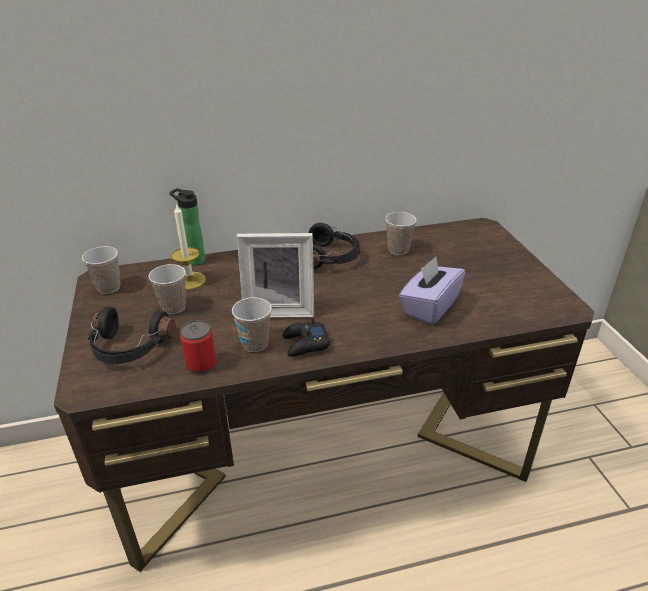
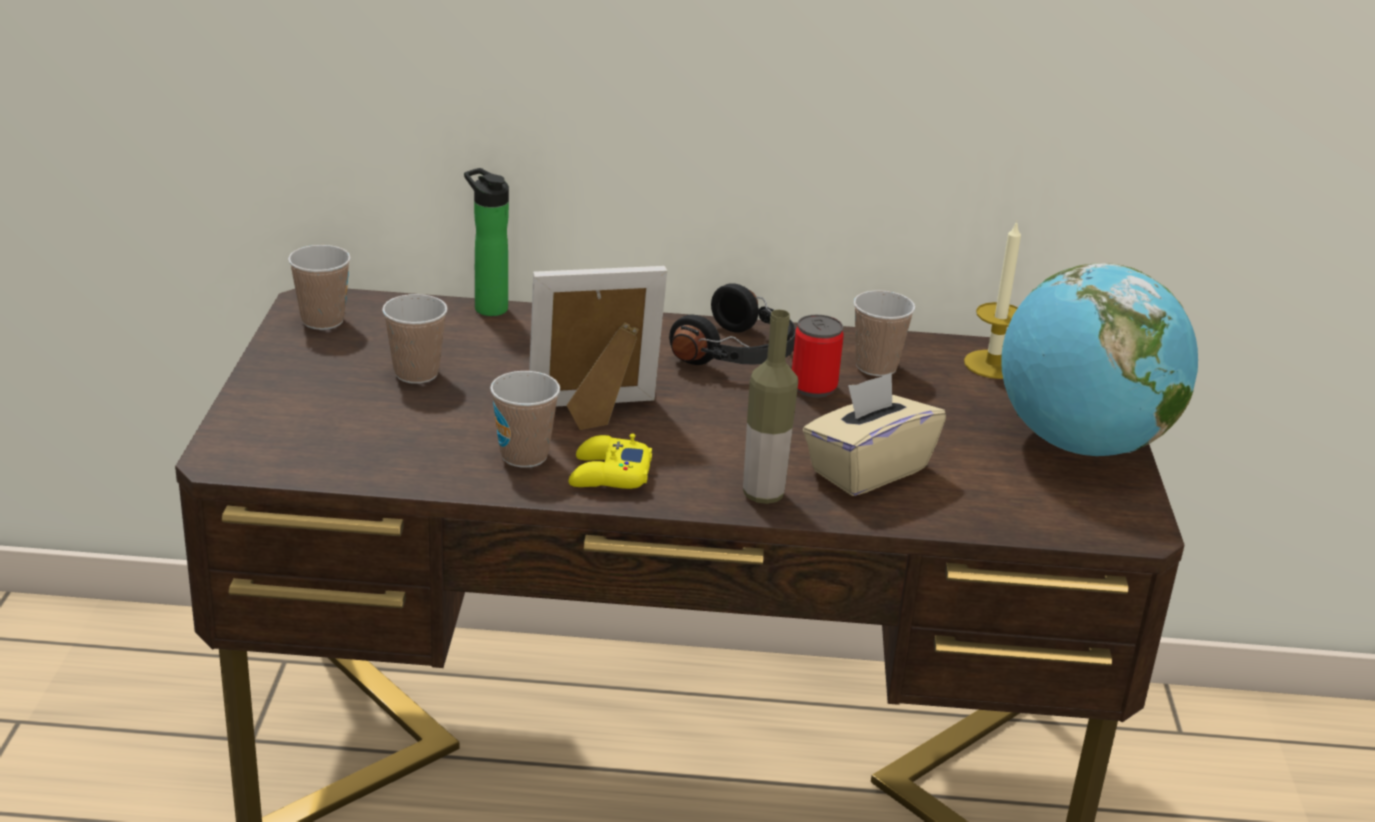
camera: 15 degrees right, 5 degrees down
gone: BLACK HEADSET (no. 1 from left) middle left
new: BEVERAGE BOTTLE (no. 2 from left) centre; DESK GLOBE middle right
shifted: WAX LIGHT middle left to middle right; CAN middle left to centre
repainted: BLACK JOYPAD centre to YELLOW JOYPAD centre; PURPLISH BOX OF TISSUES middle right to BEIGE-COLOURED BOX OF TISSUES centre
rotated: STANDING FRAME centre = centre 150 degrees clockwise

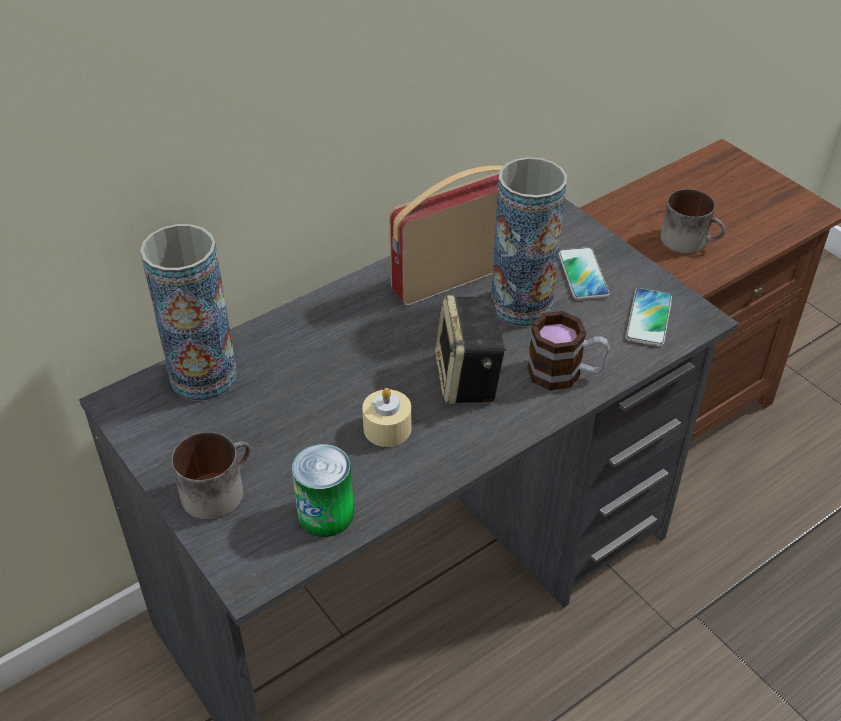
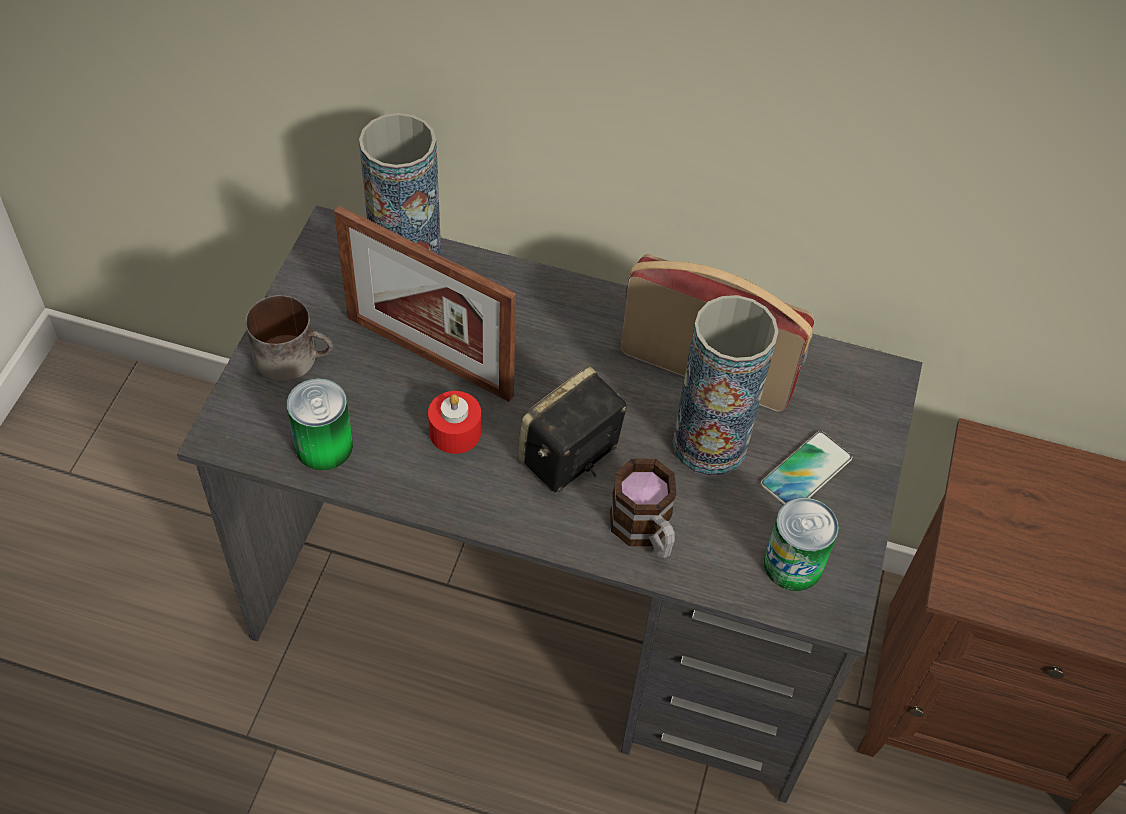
camera: 50 degrees right, 10 degrees up
gone: TEA MUG (no. 3 from left) top right
new: STANDING FRAME centre
swapped: HANDSET (no. 2 from left) middle right to CAN (no. 2 from left) bottom right
repainted: BEIGE-COLOURED WAX LIGHT centre to REDDISH WAX LIGHT centre

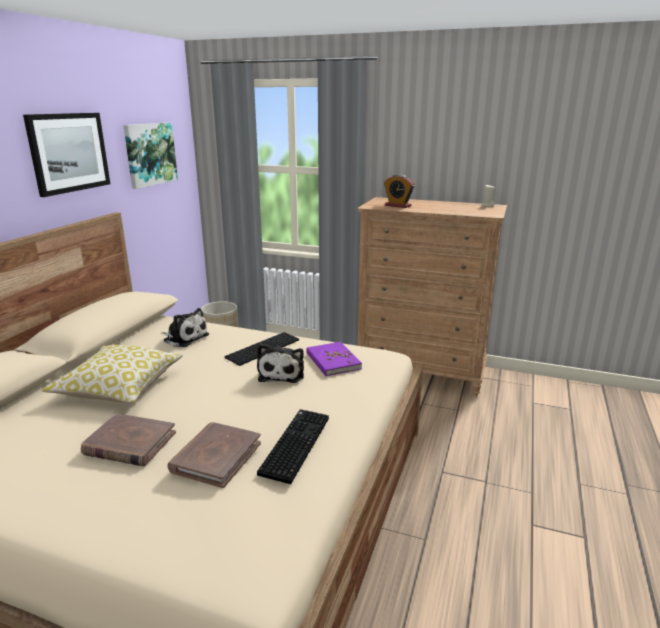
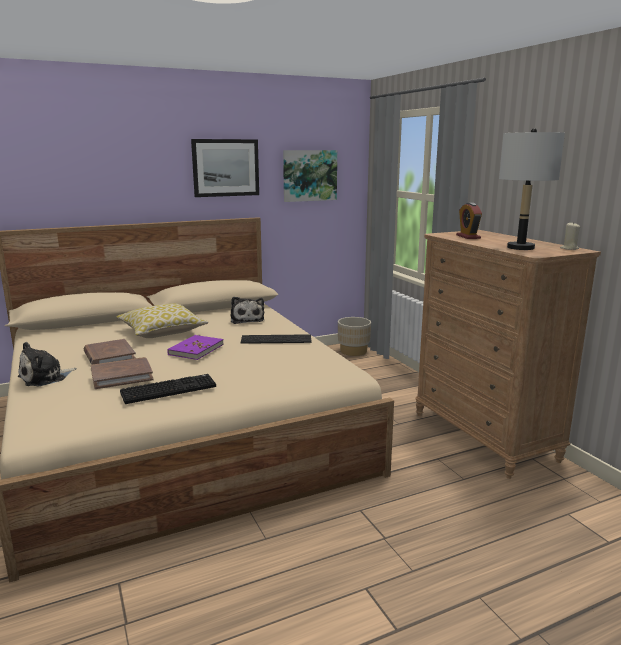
camera: 45 degrees right, 5 degrees down
new: GREY TABLE LAMP top right
shifted: PLUSH TOY (no. 2 from left in the first image) centre to PLUSH TOY (no. 1 from left) middle left; PURPLISH BOOK centre to middle left

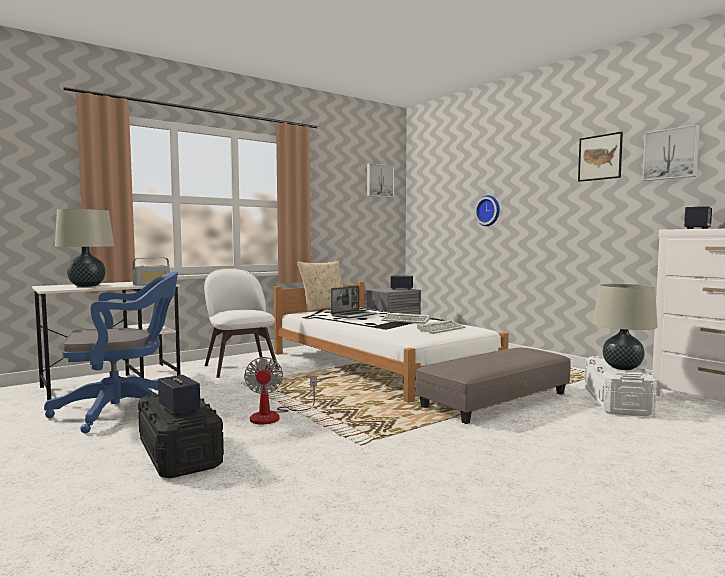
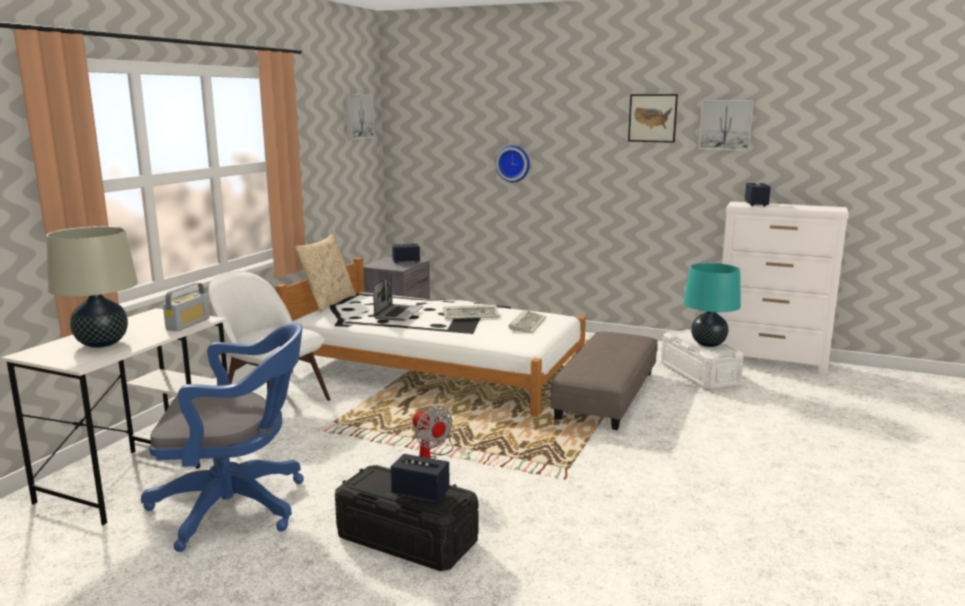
camera: 30 degrees left, 10 degrees up
repainted: BEIGE-COLOURED TABLE LAMP (no. 2 from left) middle right to BLUE-GREEN TABLE LAMP middle right
rotated: BLUISH DESK CHAIR middle left = bottom left 45 degrees clockwise

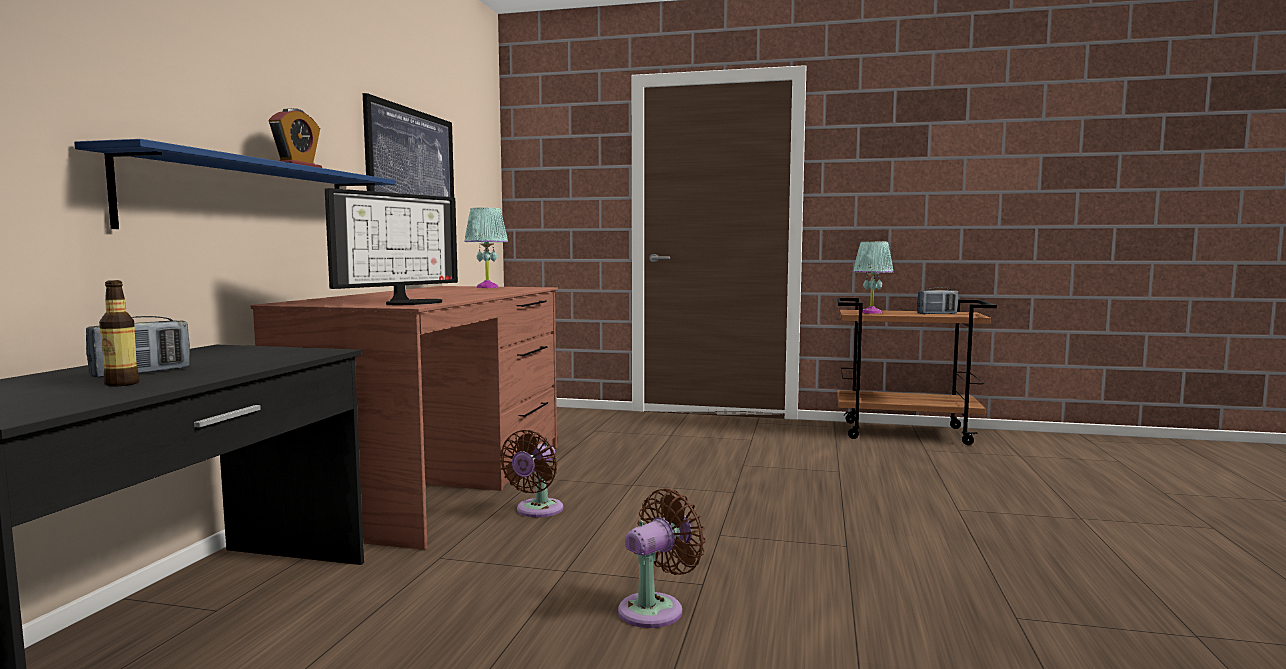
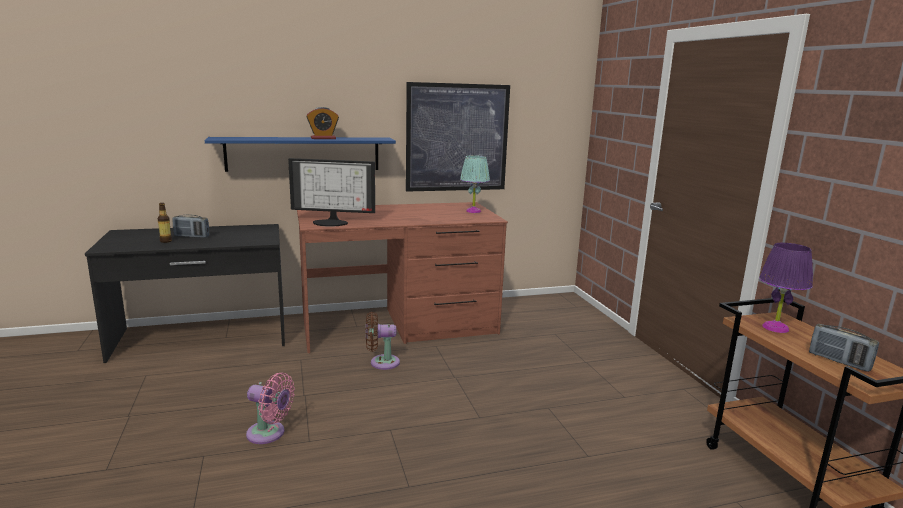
camera: 60 degrees right, 10 degrees up
repainted: BROWN FAN (no. 2 from left) bottom centre to PINK-COLOURED FAN bottom left; BLUE-GREEN TABLE LAMP (no. 2 from left) middle right to PURPLISH TABLE LAMP middle right

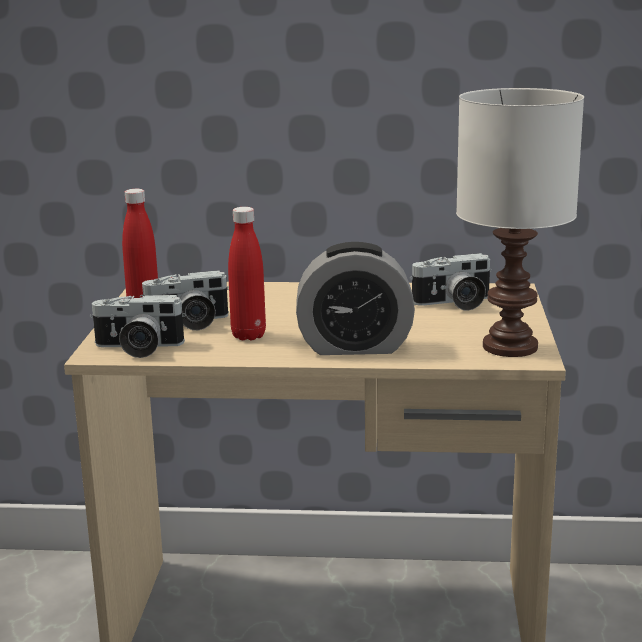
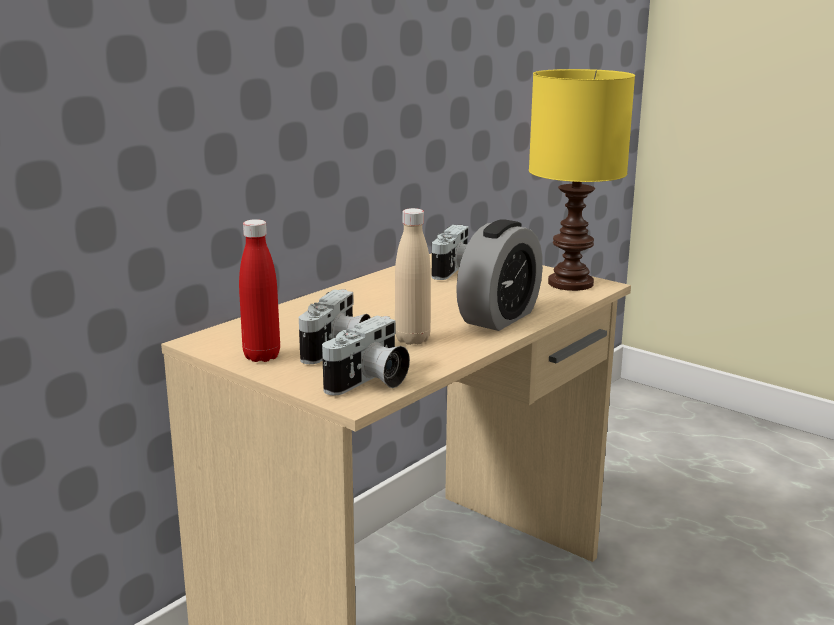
camera: 55 degrees left, 0 degrees up
repainted: REDDISH BEVERAGE BOTTLE (no. 2 from left) centre to BEIGE-COLOURED BEVERAGE BOTTLE centre; WHITISH TABLE LAMP middle right to YELLOW TABLE LAMP top right

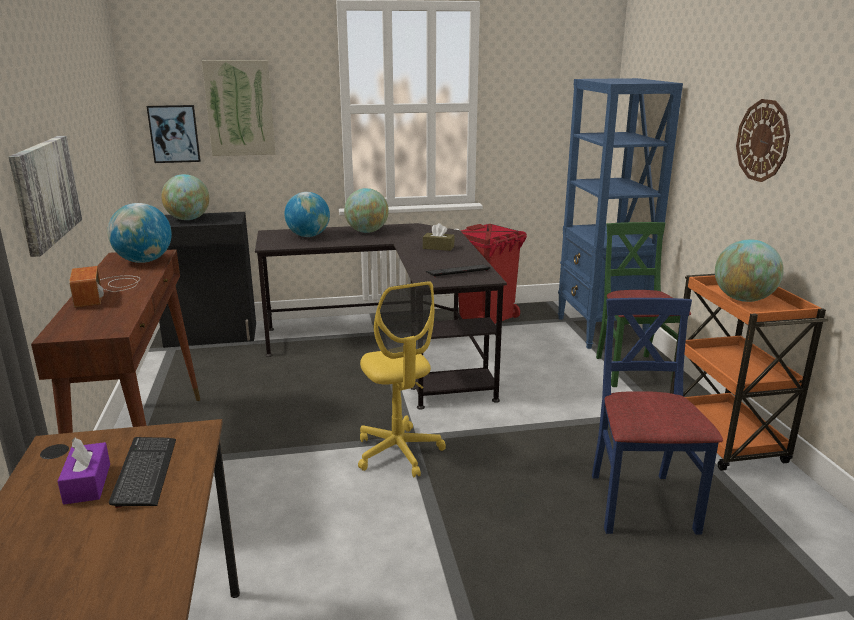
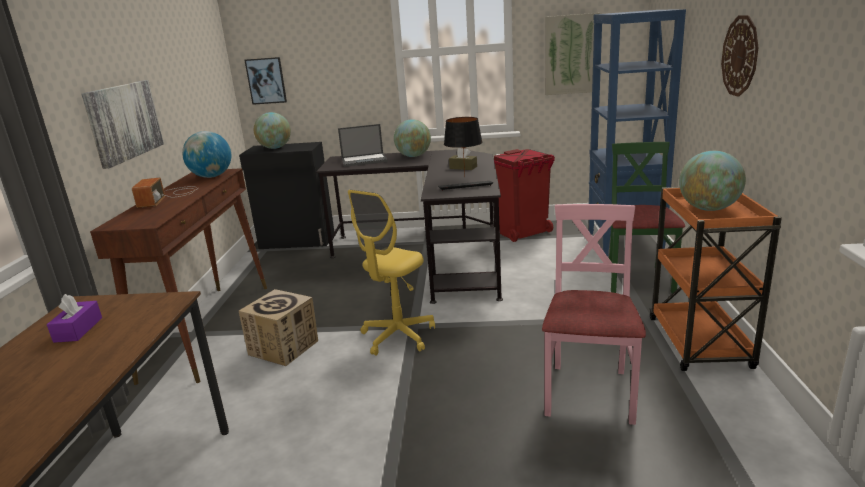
camera: 15 degrees right, 0 degrees up
gone: KEYBOARD (no. 1 from left) bottom left
new: PACKING BOX bottom left; BLACK TABLE LAMP top centre
shifted: PICTURE (no. 3 from left) top left to top centre
swapped: DESK GLOBE (no. 3 from left) centre to NOTEBOOK COMPUTER top centre
repainted: BLUISH PLAIN CHAIR bottom right to PINK-COLOURED PLAIN CHAIR middle right
rotated: YELLOW DESK CHAIR centre = centre 45 degrees clockwise

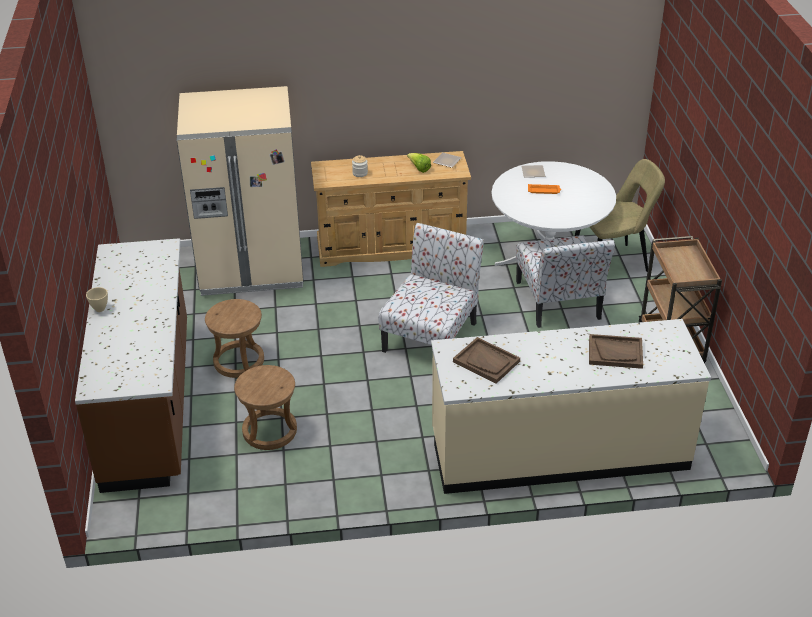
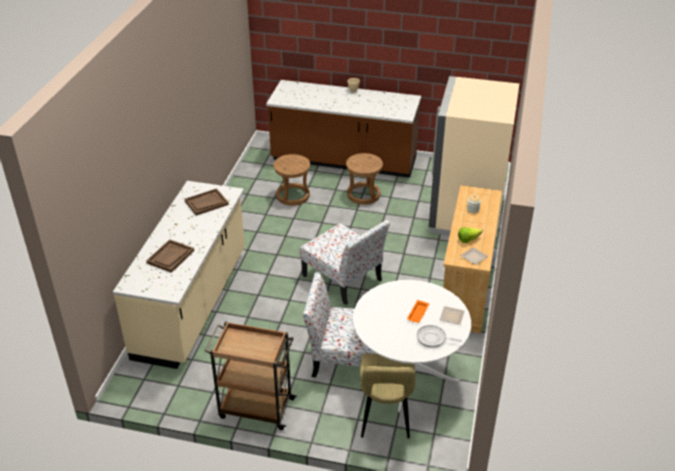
camera: 110 degrees right, 0 degrees up
new: FRYING PAN bottom centre

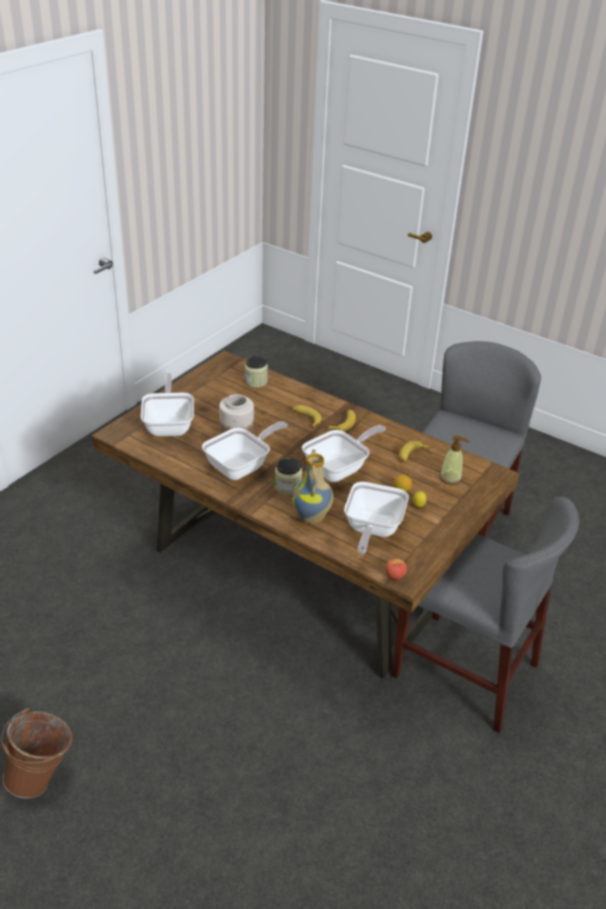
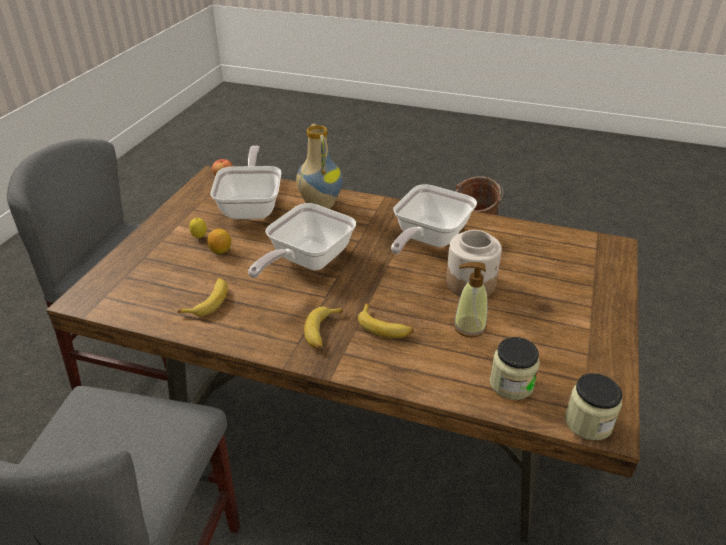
camera: 165 degrees right, 0 degrees up
gone: FRYING PAN (no. 1 from left) middle left
shifted: JAR (no. 3 from left) centre to bottom right; SOAP BOTTLE middle right to centre

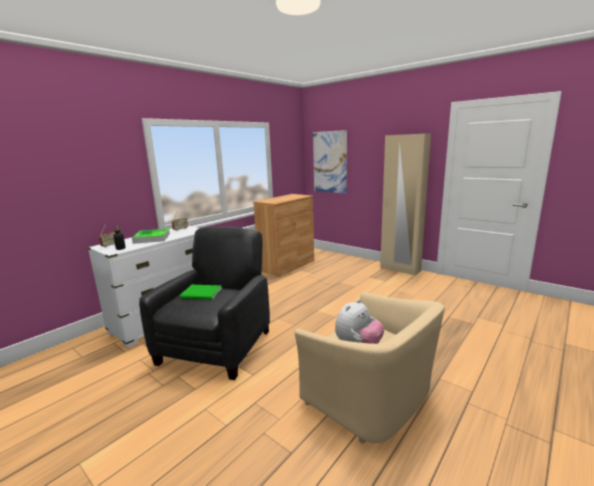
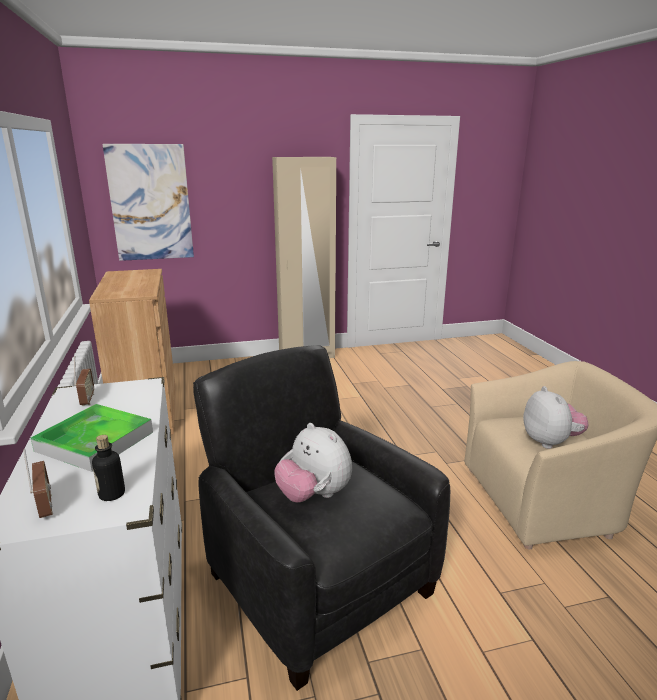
camera: 55 degrees left, 5 degrees up
swapped: GREENISH BOOK centre to PLUSH TOY (no. 1 from left) centre

